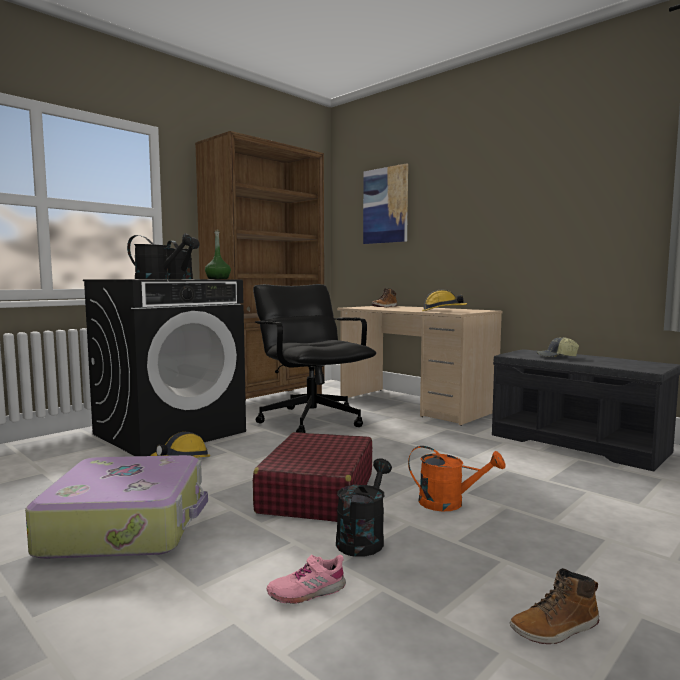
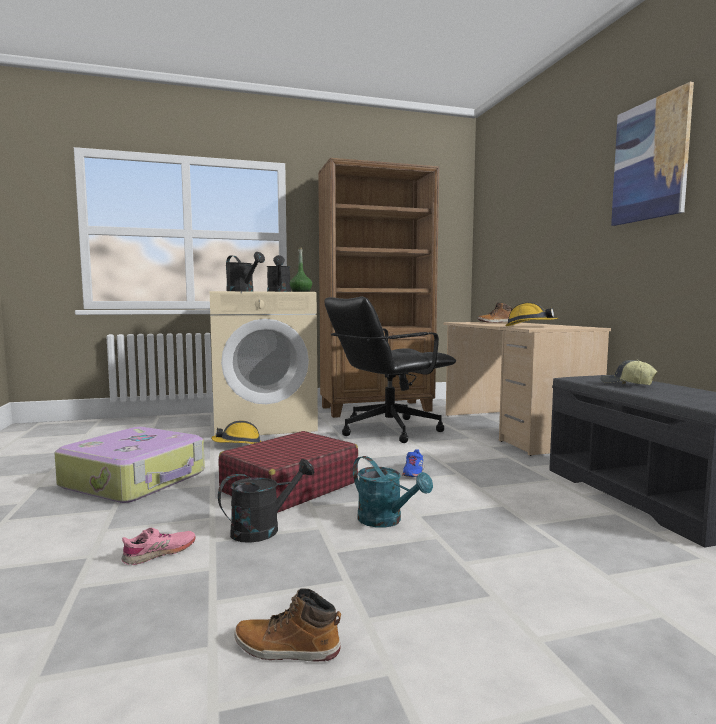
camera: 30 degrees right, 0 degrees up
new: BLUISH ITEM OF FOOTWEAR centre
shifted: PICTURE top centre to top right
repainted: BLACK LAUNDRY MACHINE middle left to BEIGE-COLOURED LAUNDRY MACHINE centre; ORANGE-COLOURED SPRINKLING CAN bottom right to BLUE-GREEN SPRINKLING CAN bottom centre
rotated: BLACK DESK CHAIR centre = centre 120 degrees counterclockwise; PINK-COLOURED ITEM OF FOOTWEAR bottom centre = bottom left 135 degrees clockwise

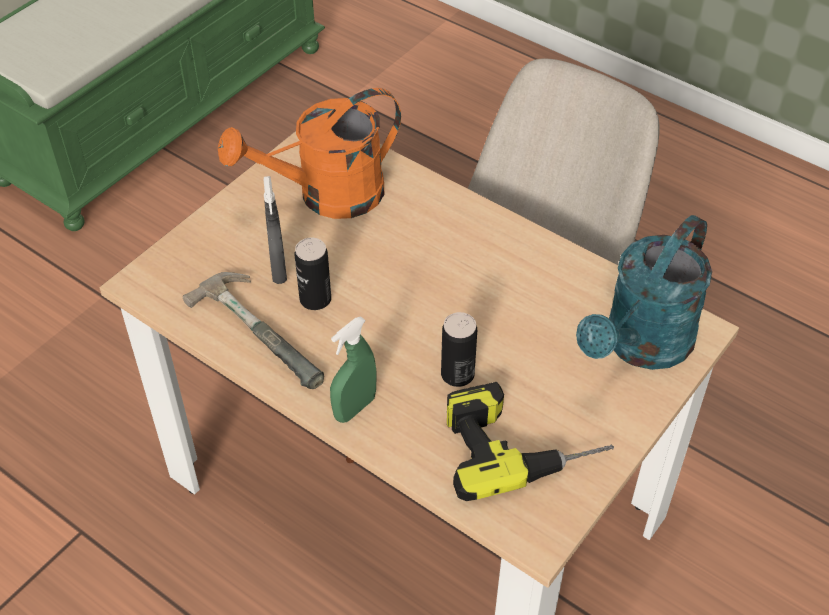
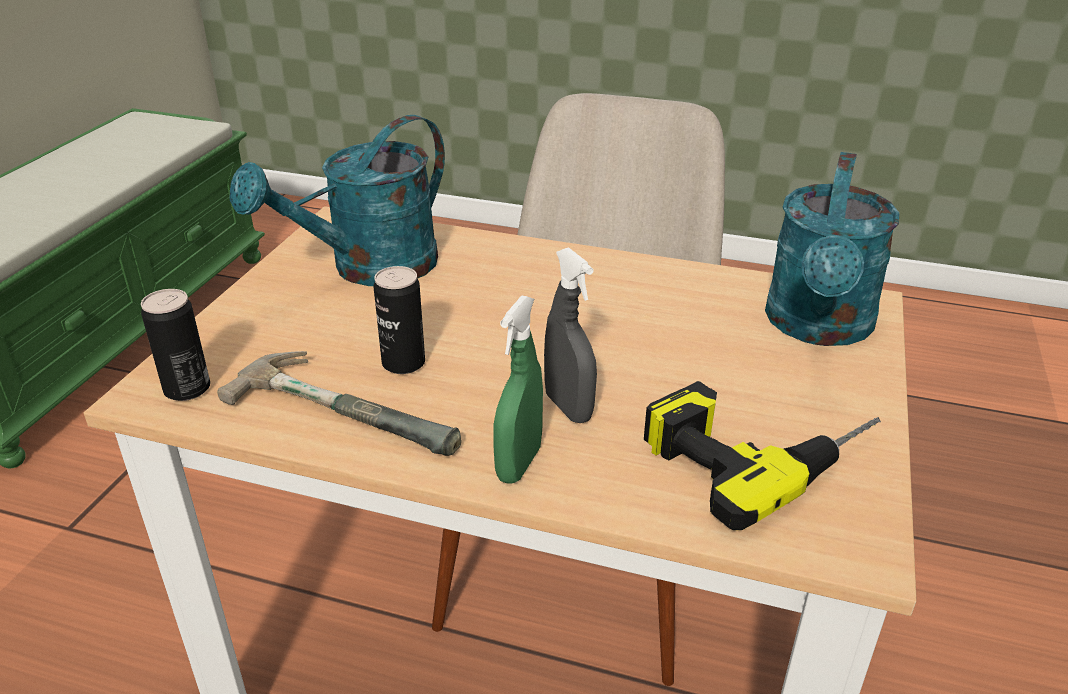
camera: 20 degrees left, 15 degrees down
shifted: GREY HAND SPRAYER middle left to centre; CAN (no. 2 from left in the first image) centre to CAN (no. 1 from left) middle left
repainted: ORANGE-COLOURED SPRINKLING CAN top centre to BLUE-GREEN SPRINKLING CAN (no. 1 from left) top left

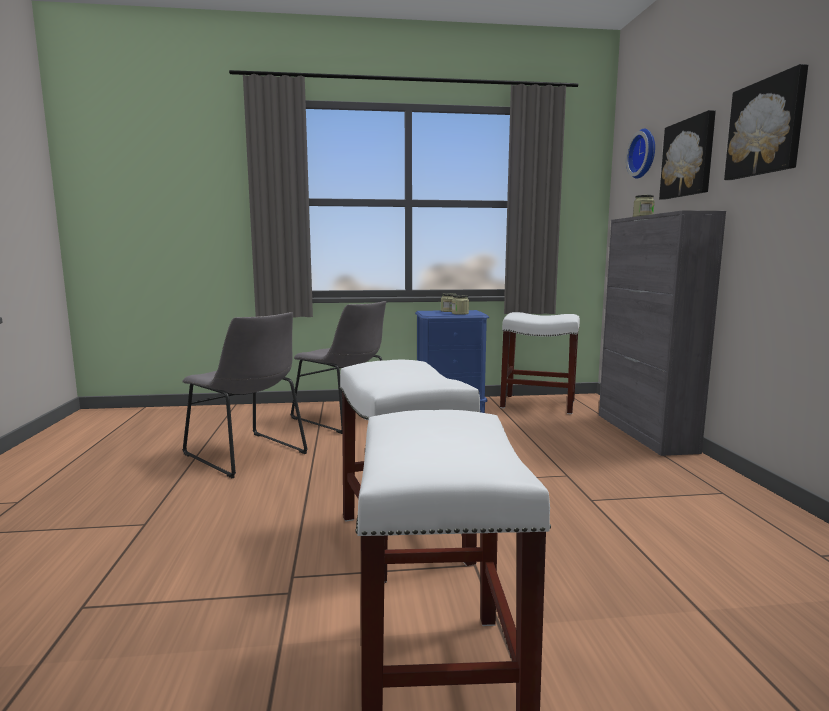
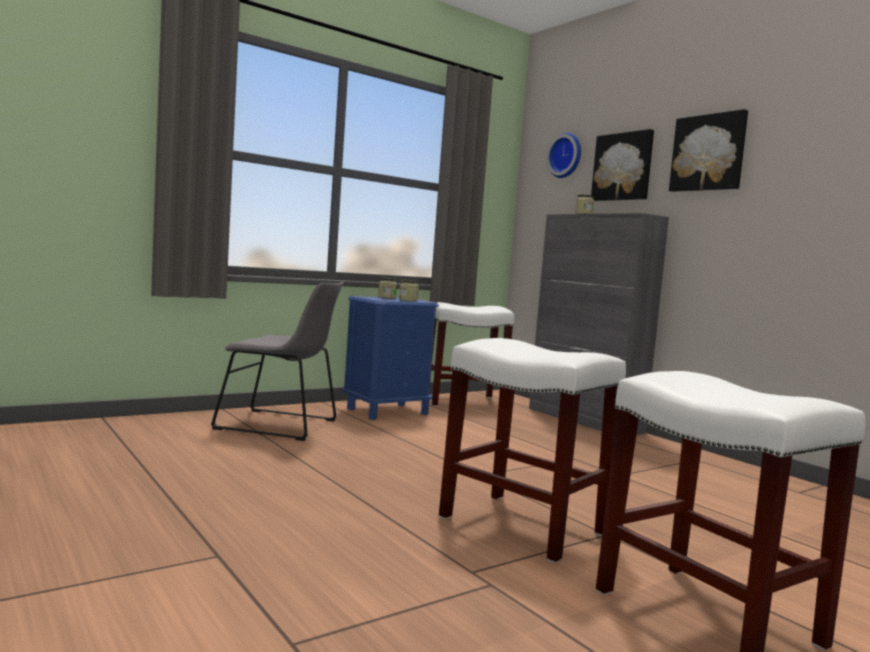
camera: 30 degrees left, 5 degrees down
gone: GREY PLAIN CHAIR (no. 1 from left) middle left

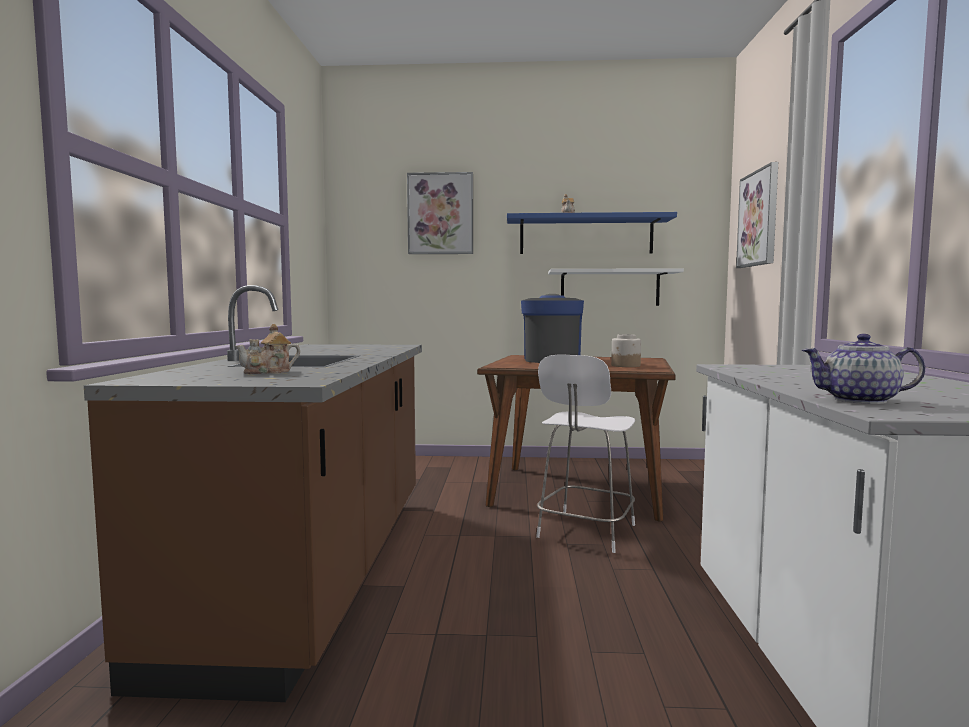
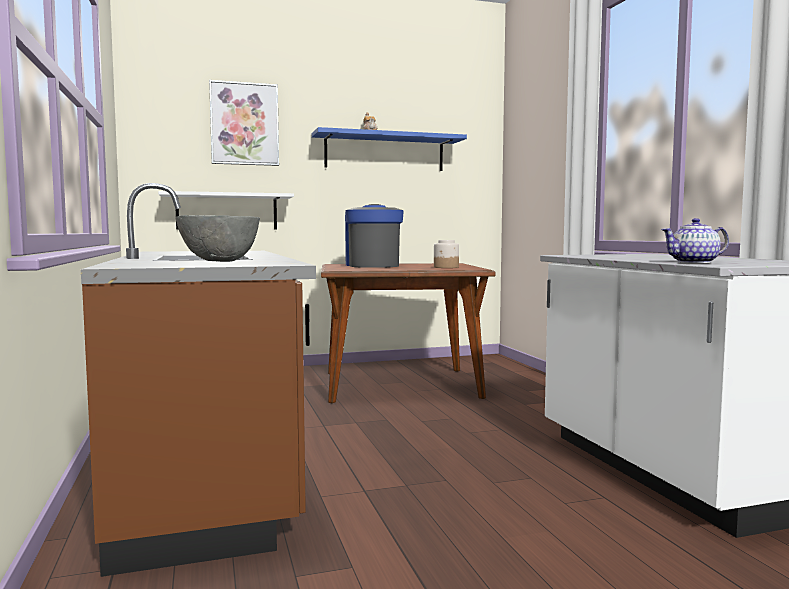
camera: 20 degrees left, 0 degrees up
gone: WHITISH PLAIN CHAIR centre; PICTURE (no. 2 from left) top right
shifted: WHITISH BRACKET SHELF centre to middle left
swapped: POT FOR TEA (no. 1 from left) middle left to GREY BOWL middle left

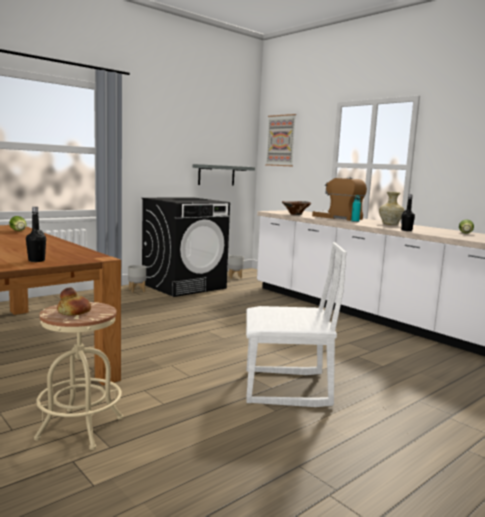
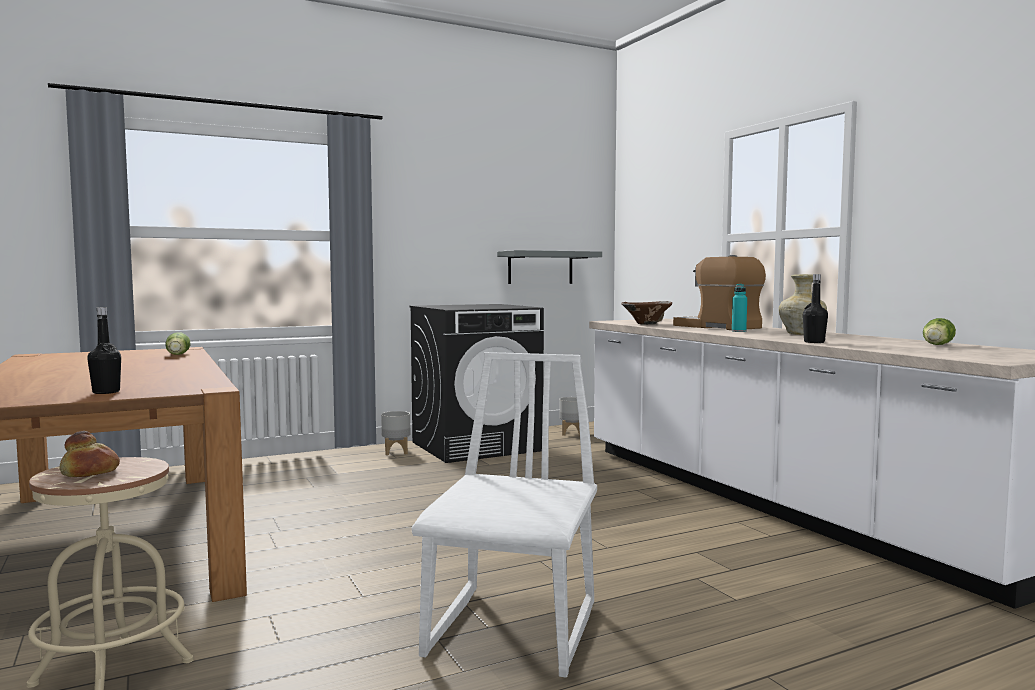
camera: 15 degrees right, 5 degrees down
gone: PICTURE top centre
rotated: WHITISH PLAIN CHAIR centre = bottom centre 90 degrees counterclockwise

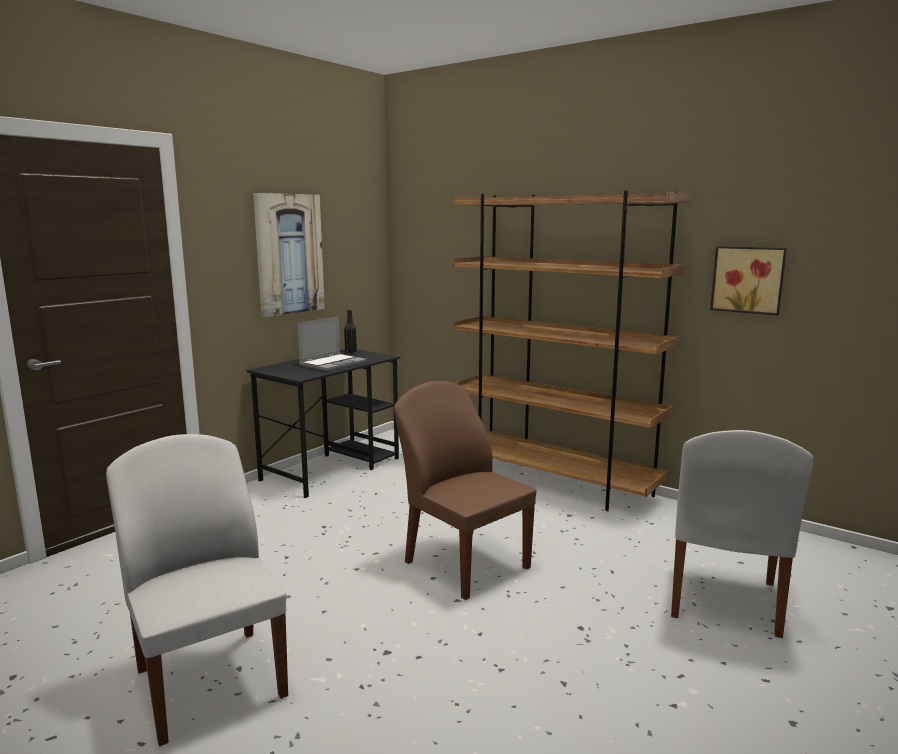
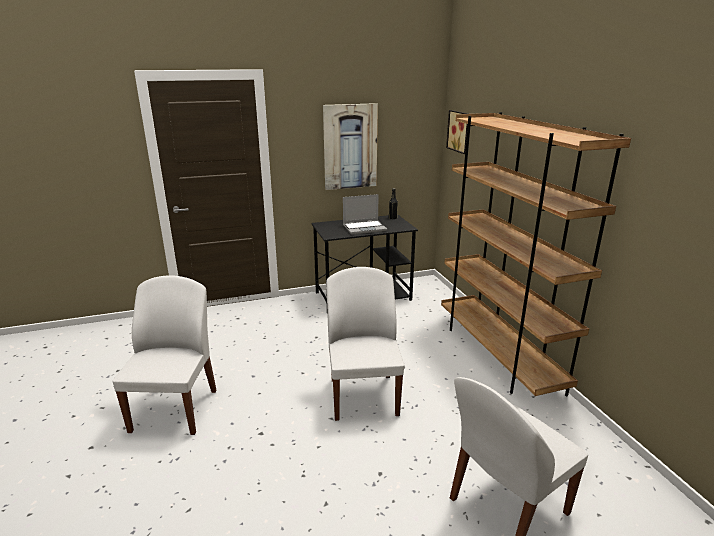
camera: 35 degrees right, 10 degrees up
shifted: PICTURE (no. 2 from left) middle right to top centre
repainted: BROWN PLAIN CHAIR centre to WHITISH PLAIN CHAIR (no. 2 from left) centre

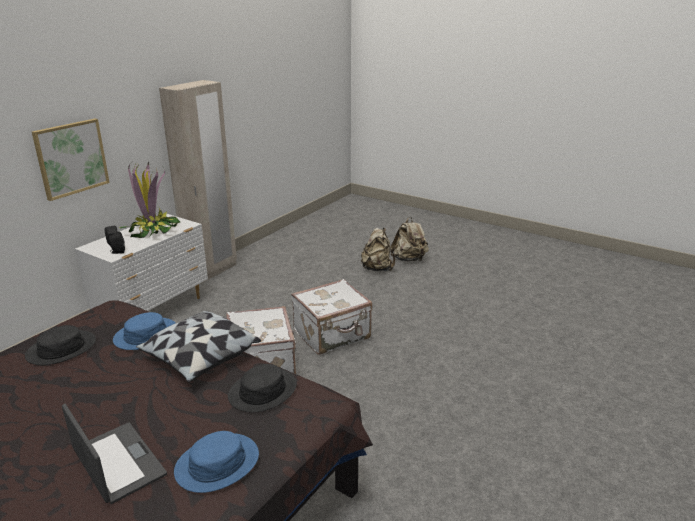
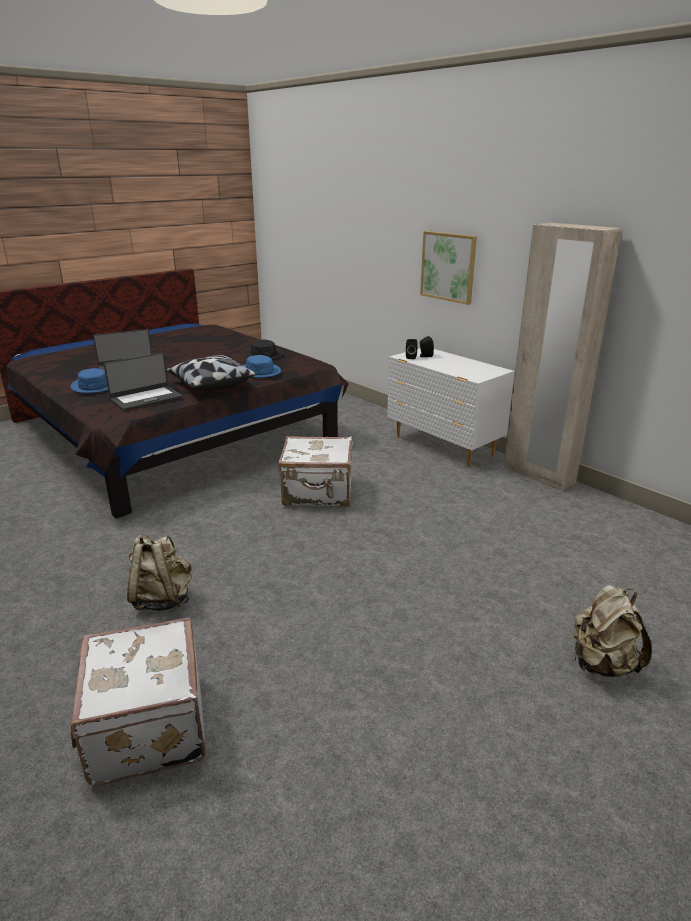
camera: 105 degrees right, 0 degrees up
gone: POTTED PLANT middle left
shifted: WHITISH SUITCASE (no. 2 from left in the first image) centre to WHITISH SUITCASE (no. 1 from left) bottom left; BEIGE-COLOURED KNAPSACK (no. 1 from left) centre to middle left
swapped: BLACK WEARABLE HAT (no. 2 from left) bottom centre to NOTEBOOK COMPUTER (no. 2 from left) middle left

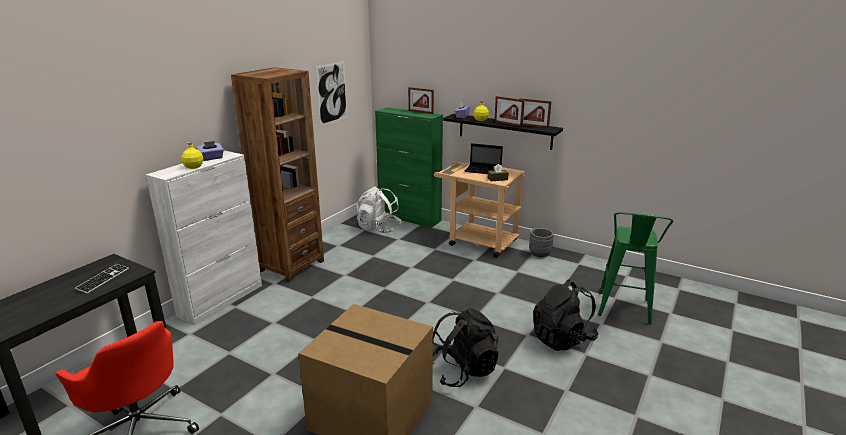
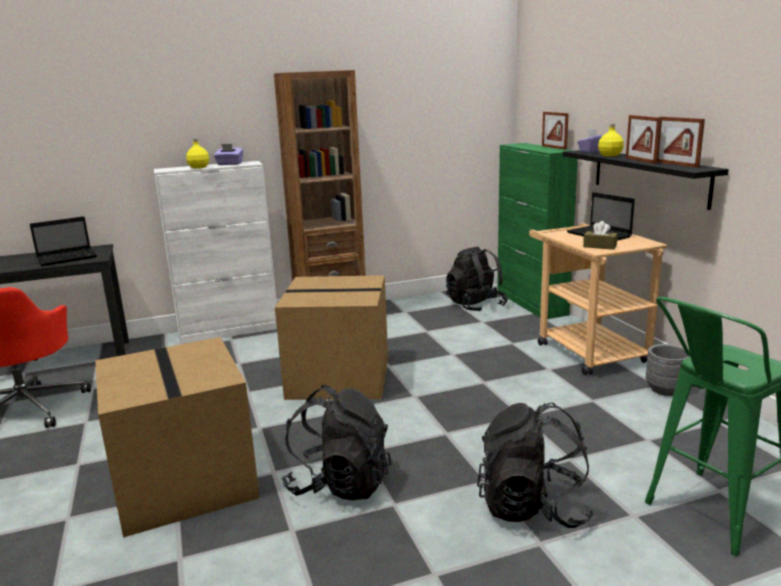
camera: 40 degrees right, 5 degrees down
gone: PICTURE top centre
new: PACKING BOX (no. 2 from left) centre
swapped: KEYBOARD middle left to NOTEBOOK COMPUTER (no. 1 from left) middle left
repainted: WHITISH KNAPSACK centre to BLACK KNAPSACK (no. 2 from left) centre

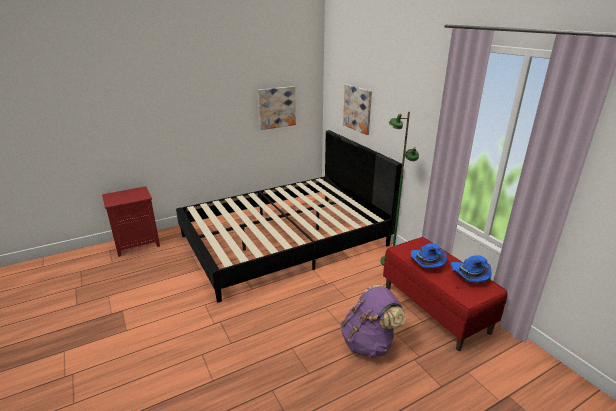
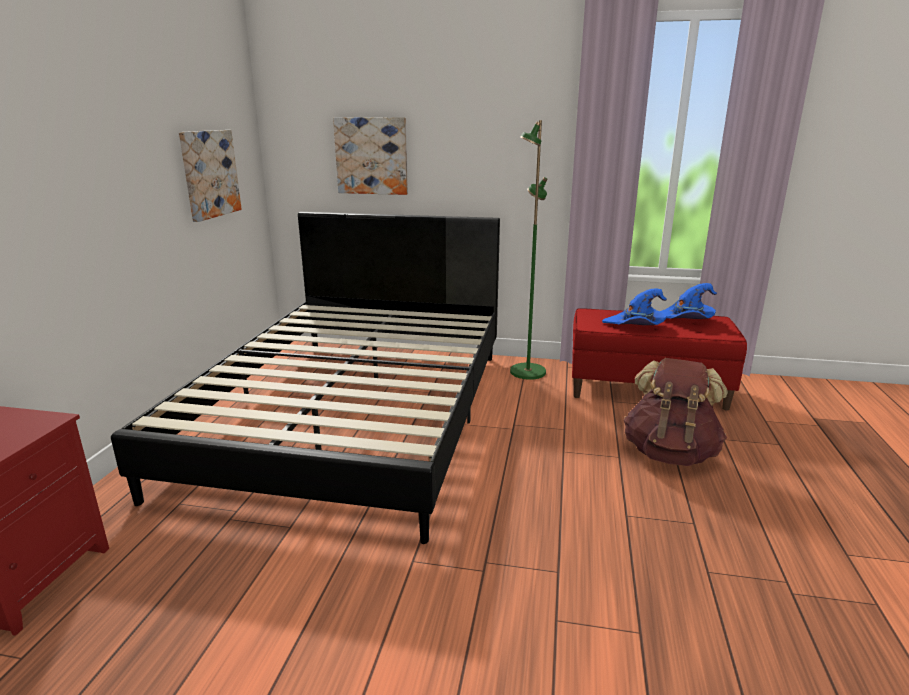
camera: 50 degrees left, 5 degrees down
repainted: PURPLISH KNAPSACK bottom centre to BROWN KNAPSACK middle right

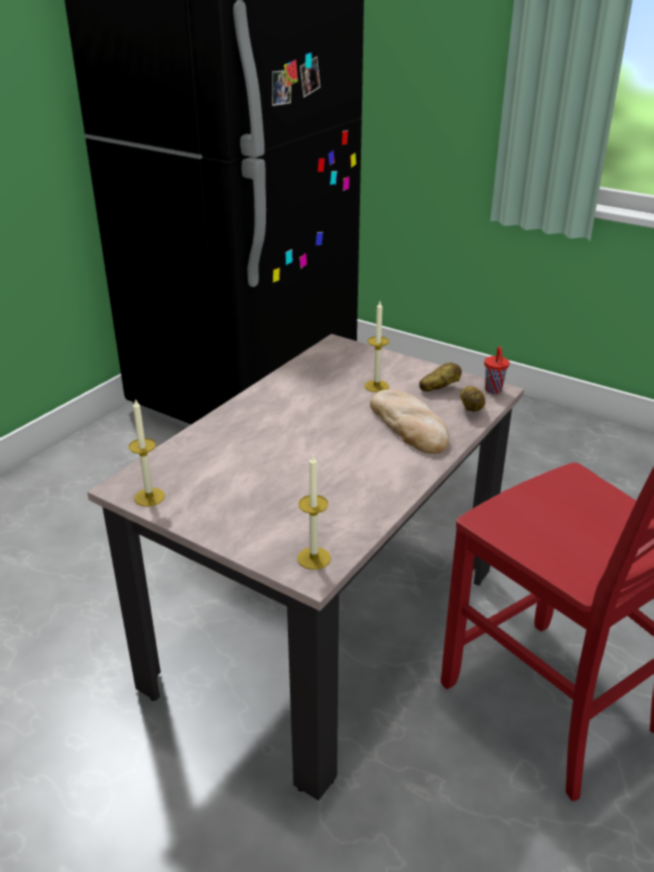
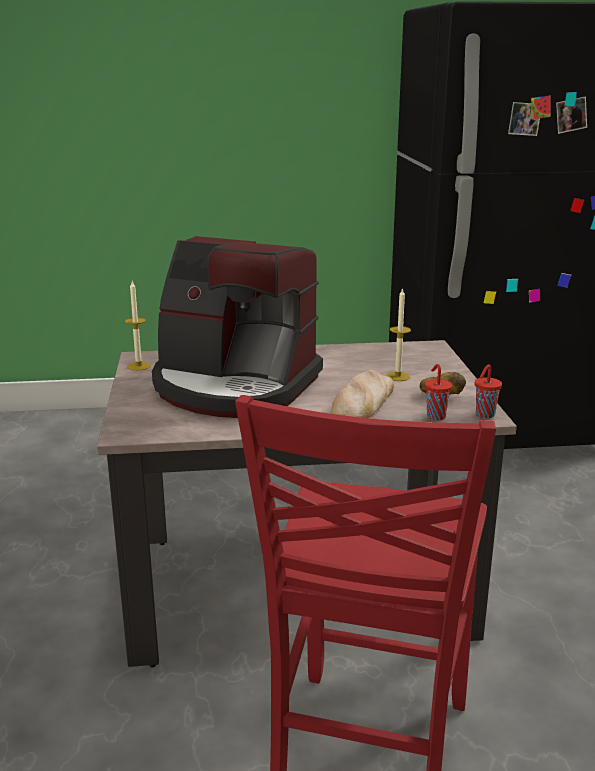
camera: 50 degrees right, 10 degrees down
gone: WAX LIGHT (no. 2 from left) centre
new: COFFEE MAKER centre
swapped: WHOLE POTATO (no. 2 from left) middle right to REDDISH CUP (no. 1 from left) middle right

